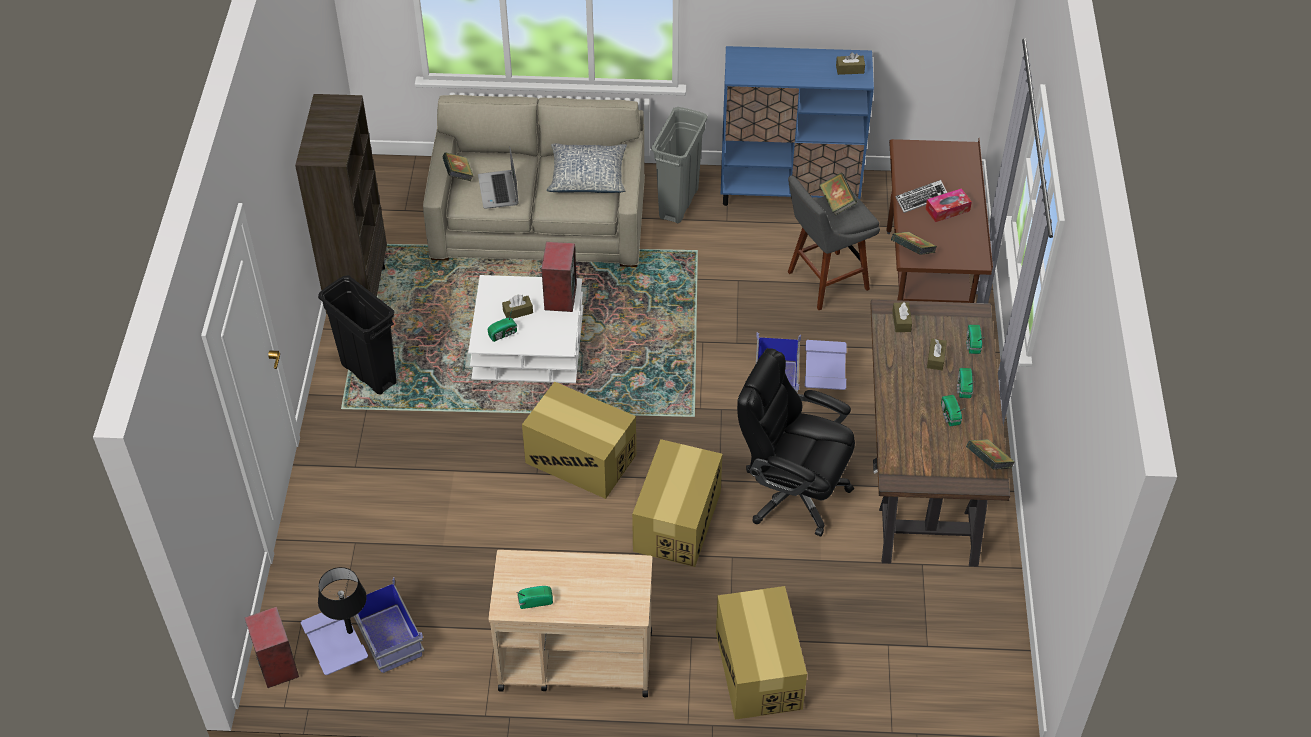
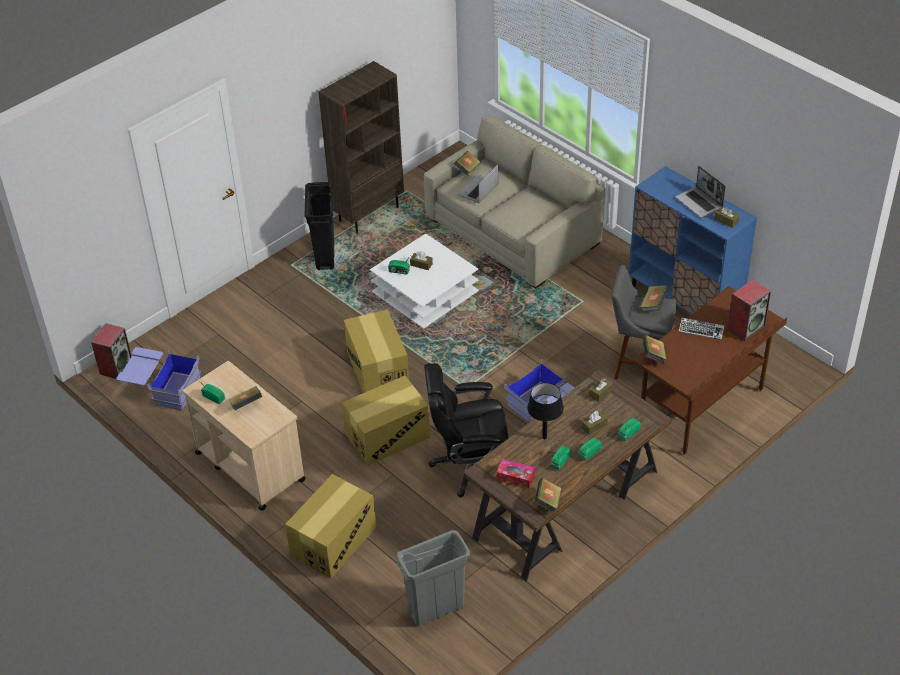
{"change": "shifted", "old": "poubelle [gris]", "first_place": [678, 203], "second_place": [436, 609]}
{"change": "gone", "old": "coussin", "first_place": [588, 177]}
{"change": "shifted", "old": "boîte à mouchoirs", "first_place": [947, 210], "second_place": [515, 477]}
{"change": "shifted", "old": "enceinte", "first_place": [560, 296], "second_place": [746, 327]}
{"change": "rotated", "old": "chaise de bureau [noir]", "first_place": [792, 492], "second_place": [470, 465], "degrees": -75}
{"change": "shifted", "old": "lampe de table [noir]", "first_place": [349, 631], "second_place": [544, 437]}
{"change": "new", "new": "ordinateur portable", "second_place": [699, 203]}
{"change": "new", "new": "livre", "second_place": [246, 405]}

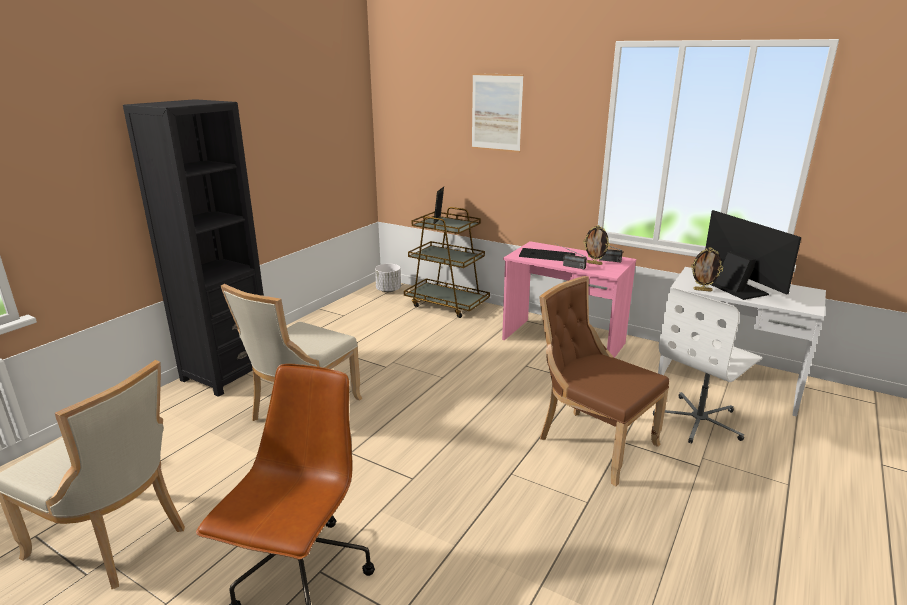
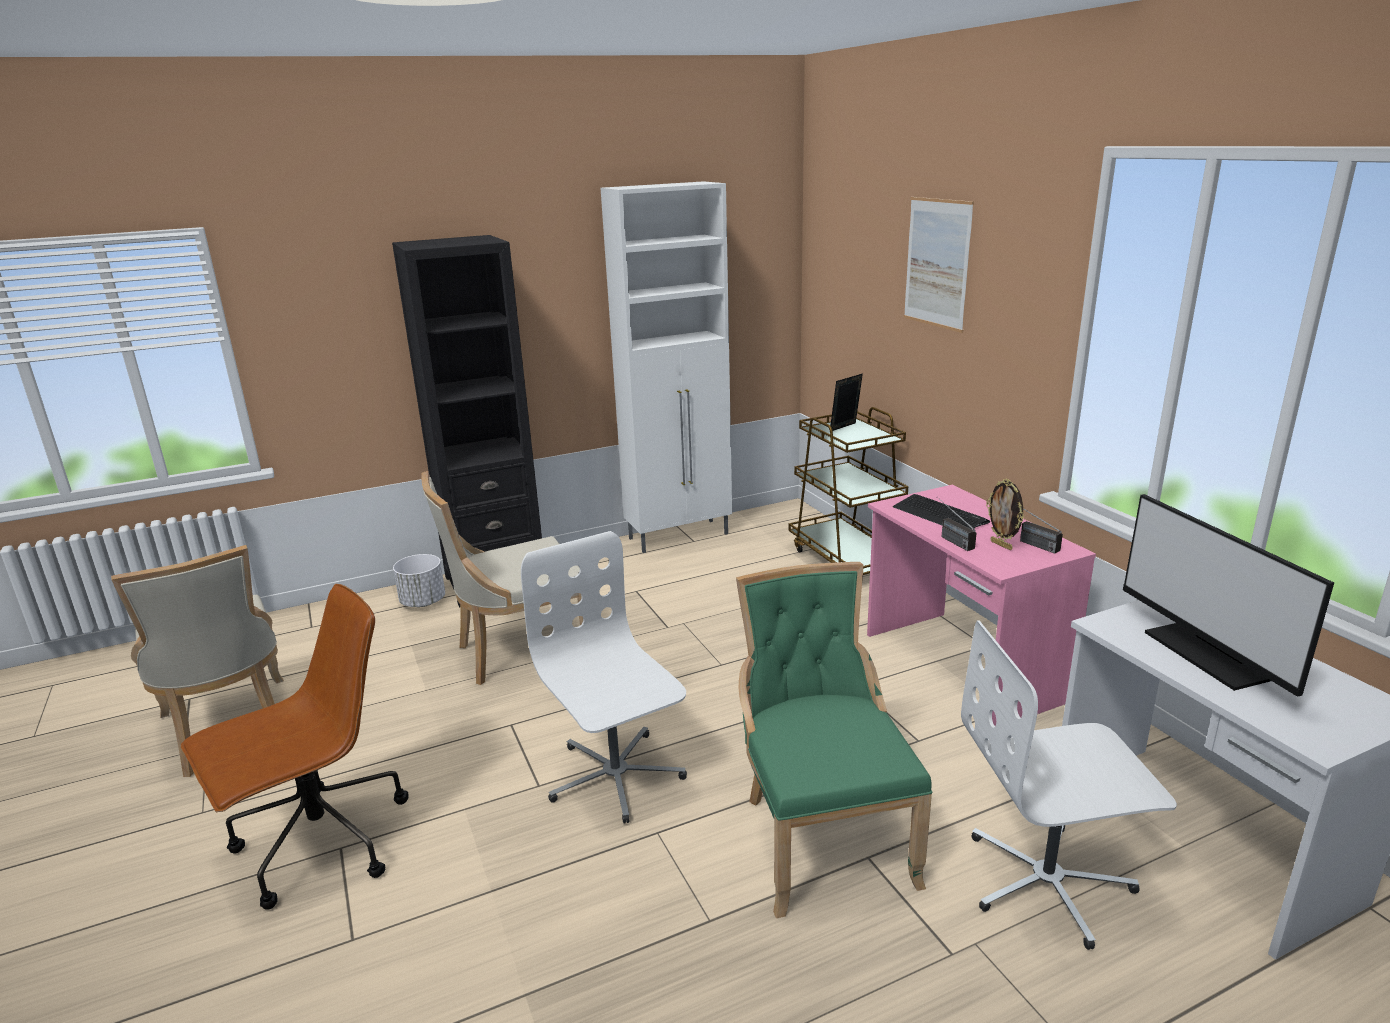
{"change": "rotated", "old": "écran d'ordinateur", "first_place": [734, 287], "second_place": [1211, 654], "degrees": 150}
{"change": "gone", "old": "cadre photo", "first_place": [702, 290]}
{"change": "shifted", "old": "cache-pot [blanc]", "first_place": [389, 290], "second_place": [423, 602]}
{"change": "repainted", "old": "chaise [marron]", "new": "chaise [vert]", "first_place": [592, 442], "second_place": [821, 838]}
{"change": "new", "new": "meuble de rangement [blanc]", "second_place": [680, 536]}
{"change": "new", "new": "chaise de bureau [blanc]", "second_place": [615, 776]}

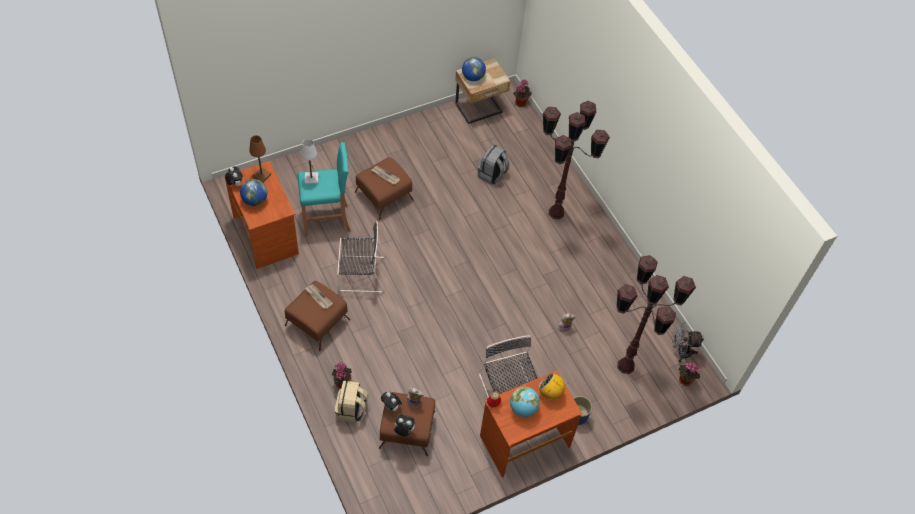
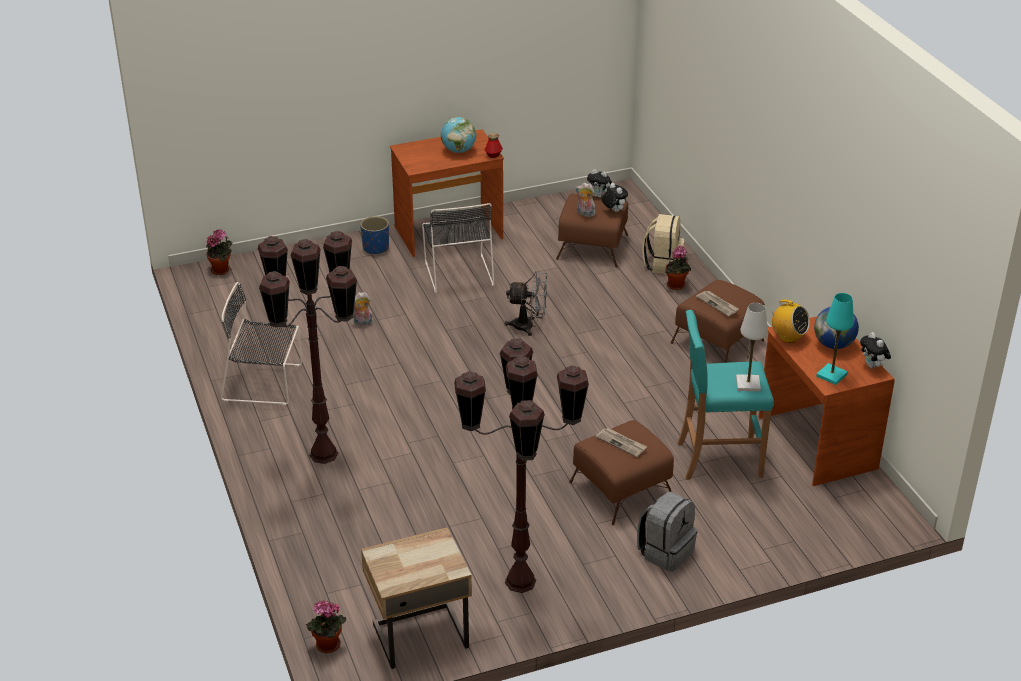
{"change": "gone", "old": "globe", "first_place": [473, 77]}
{"change": "repainted", "old": "lampe de table [marron]", "new": "lampe de table [turquoise]", "first_place": [261, 175], "second_place": [831, 375]}
{"change": "shifted", "old": "sac à dos [gris]", "first_place": [492, 175], "second_place": [665, 552]}
{"change": "shifted", "old": "chaise [noir]", "first_place": [360, 273], "second_place": [265, 383]}
{"change": "shifted", "old": "lampadaire [marron]", "first_place": [626, 365], "second_place": [520, 582]}
{"change": "shifted", "old": "ventilateur [gris]", "first_place": [680, 352], "second_place": [529, 326]}
{"change": "shifted", "old": "radio", "first_place": [550, 393], "second_place": [788, 337]}

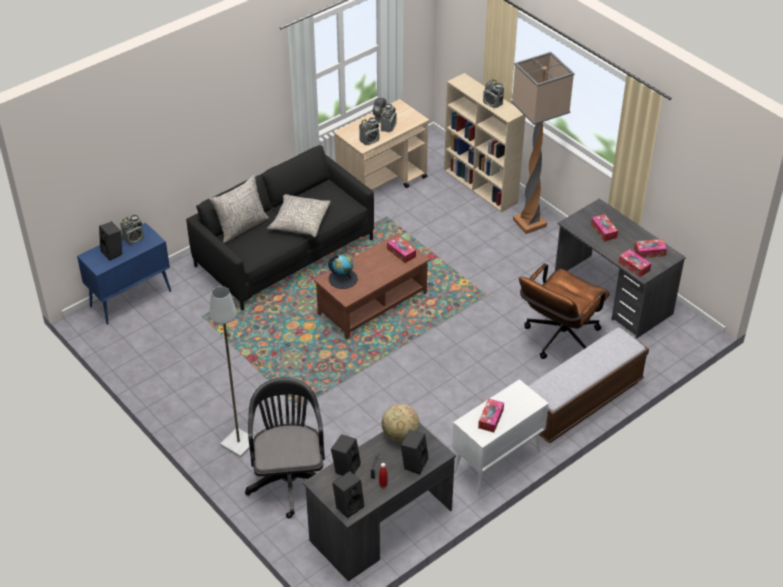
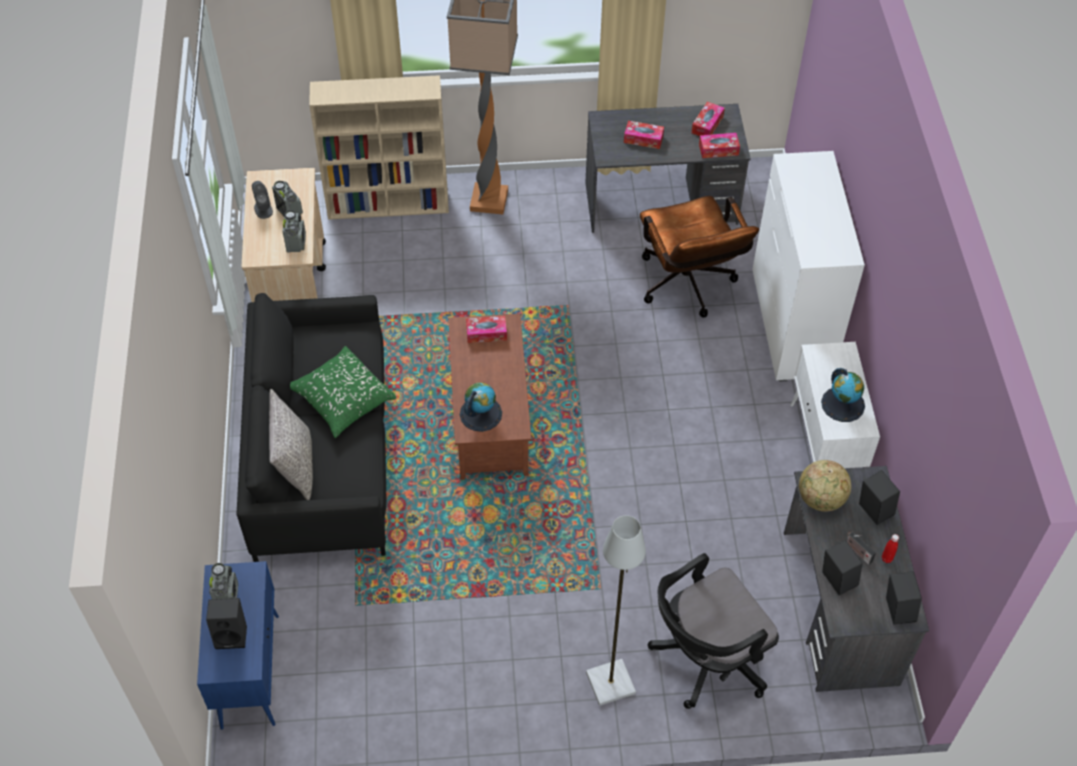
{"change": "gone", "old": "radio", "first_place": [493, 103]}
{"change": "repainted", "old": "coussin [gris]", "new": "coussin [vert]", "first_place": [300, 221], "second_place": [342, 399]}
{"change": "swapped", "old": "banc", "new": "commode [blanc]", "first_place": [582, 402], "second_place": [791, 323]}
{"change": "rotated", "old": "chaise de bureau [noir]", "first_place": [289, 478], "second_place": [705, 659], "degrees": -60}
{"change": "swapped", "old": "boîte à mouchoirs", "new": "globe", "first_place": [490, 419], "second_place": [843, 404]}

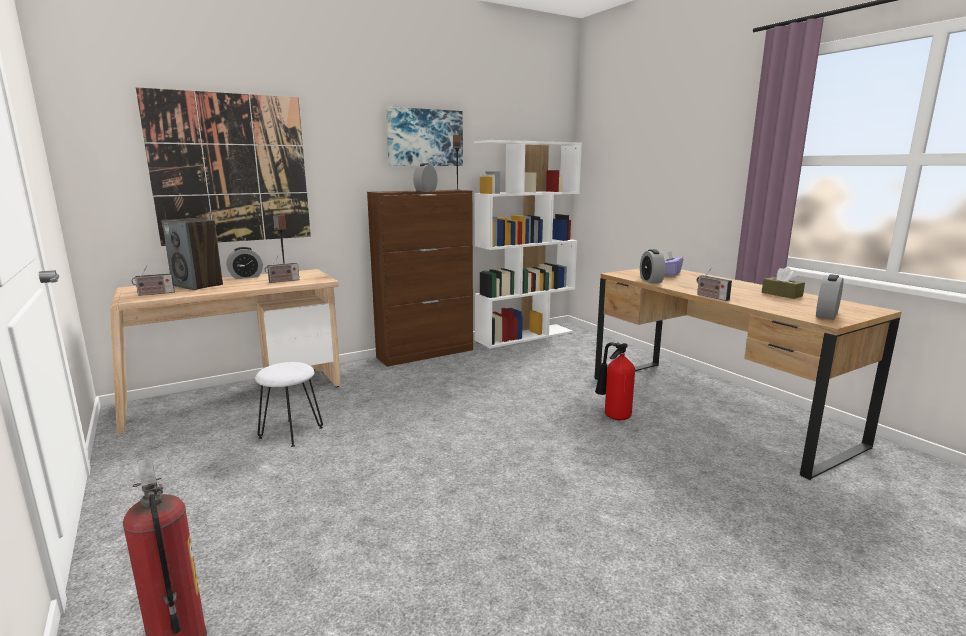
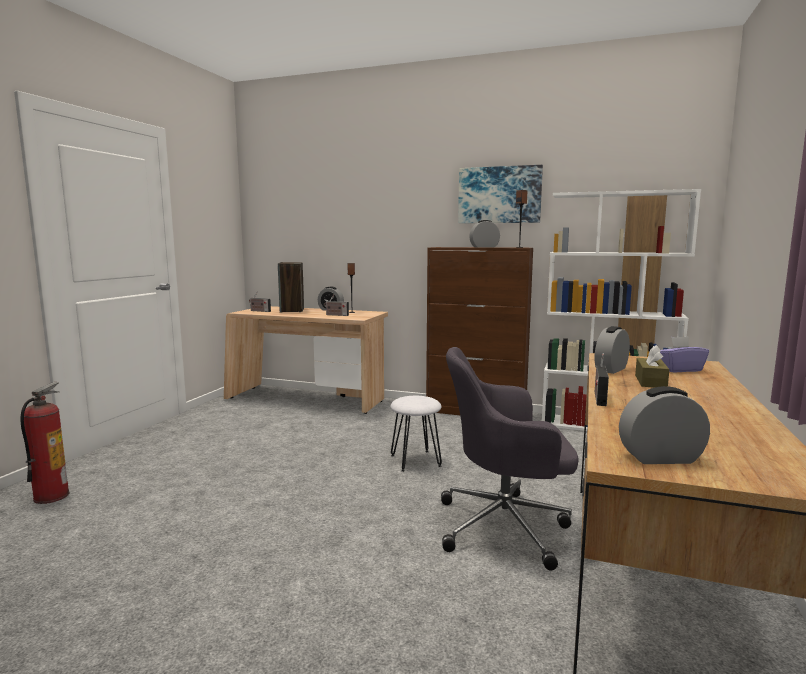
{"change": "gone", "old": "tableau", "first_place": [231, 169]}
{"change": "shifted", "old": "boîte à mouchoirs [marron]", "first_place": [781, 294], "second_place": [650, 381]}
{"change": "swapped", "old": "extincteur", "new": "chaise de bureau [gris]", "first_place": [613, 417], "second_place": [506, 526]}
{"change": "shifted", "old": "tabouret [blanc]", "first_place": [290, 433], "second_place": [415, 461]}

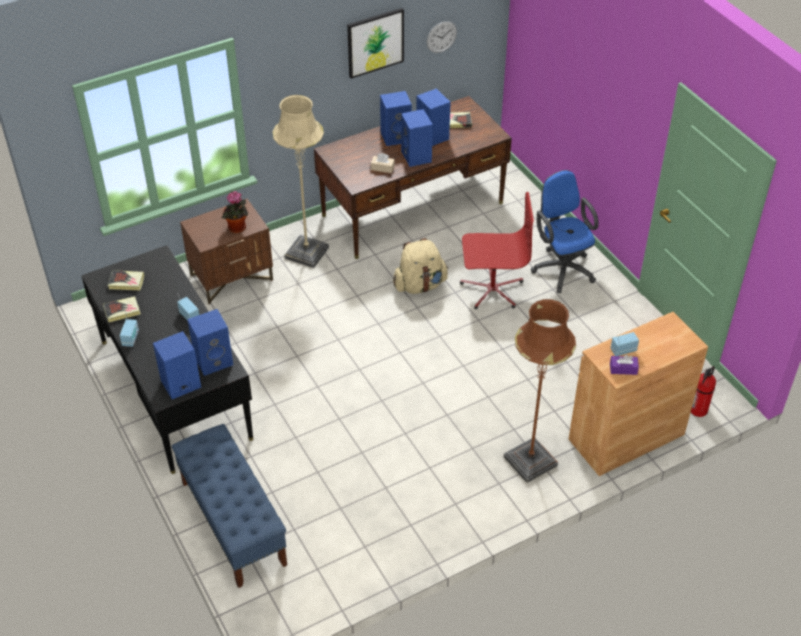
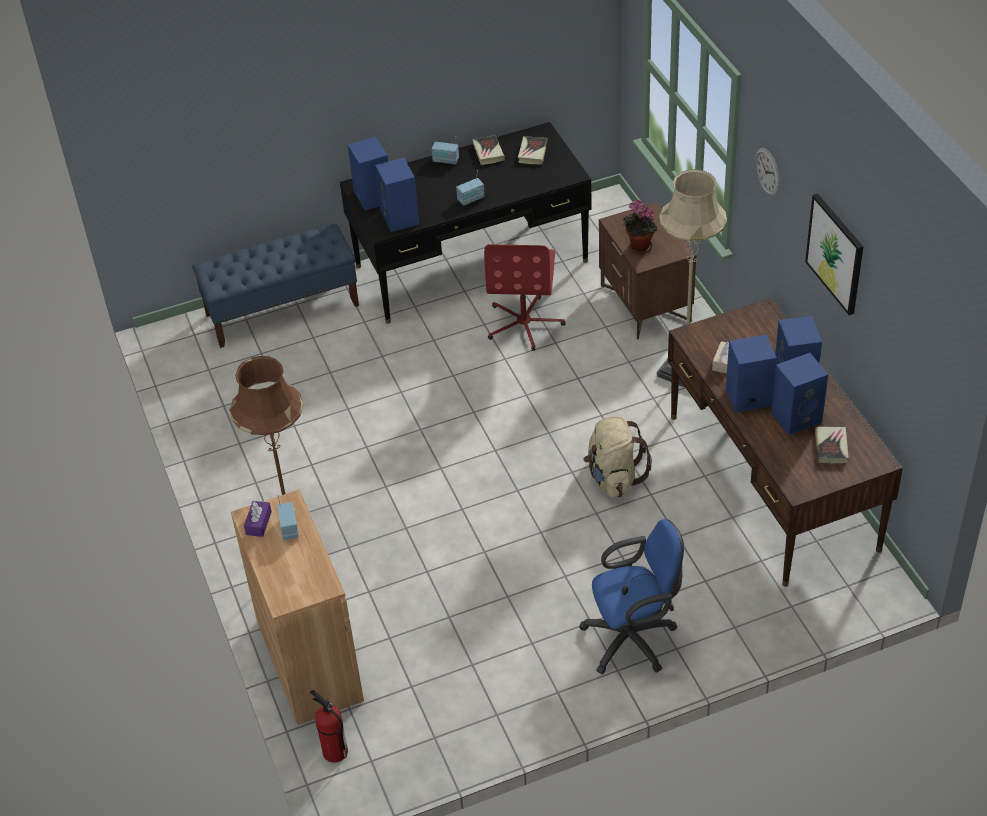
{"change": "shifted", "old": "horloge murale", "first_place": [441, 37], "second_place": [767, 172]}
{"change": "shifted", "old": "chaise de bureau [rouge]", "first_place": [492, 289], "second_place": [524, 323]}

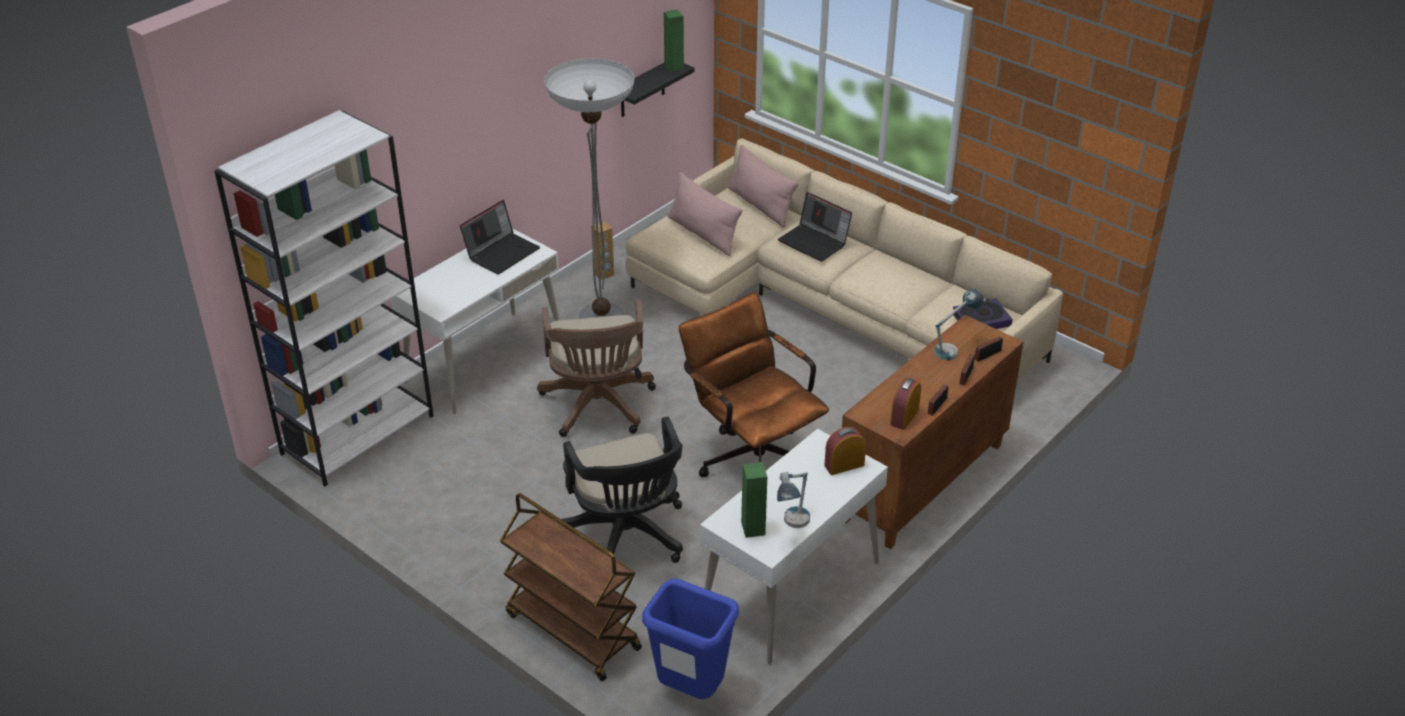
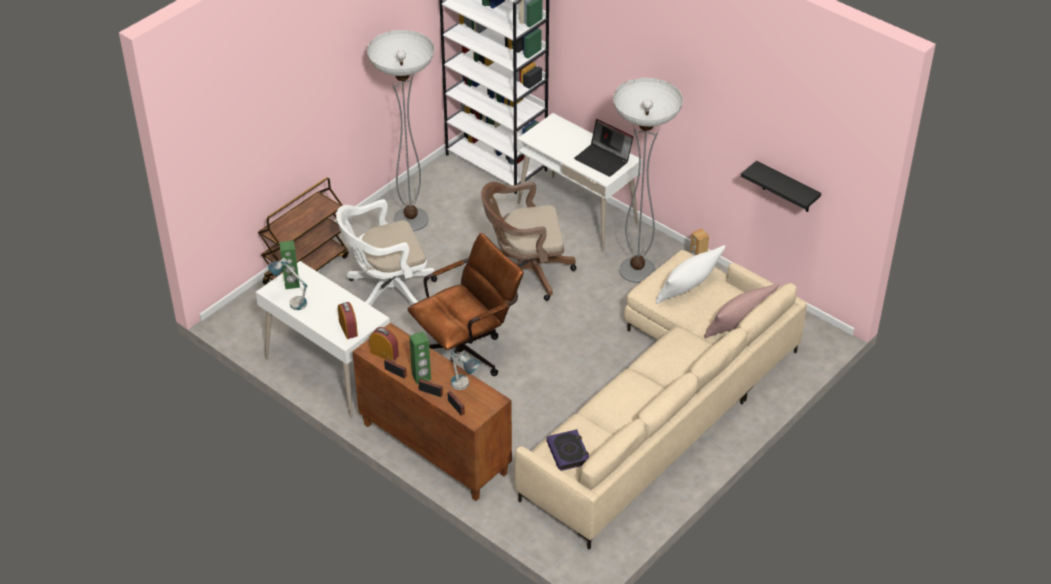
{"change": "shifted", "old": "enceinte [vert]", "first_place": [674, 67], "second_place": [421, 377]}
{"change": "repainted", "old": "coussin [rose]", "new": "coussin [blanc]", "first_place": [703, 234], "second_place": [688, 288]}
{"change": "gone", "old": "ordinateur portable", "first_place": [814, 242]}
{"change": "repainted", "old": "chaise de bureau [noir]", "new": "chaise de bureau [blanc]", "first_place": [627, 538], "second_place": [386, 291]}
{"change": "gone", "old": "poubelle [bleu]", "first_place": [690, 691]}
{"change": "new", "new": "lampadaire", "second_place": [411, 219]}

